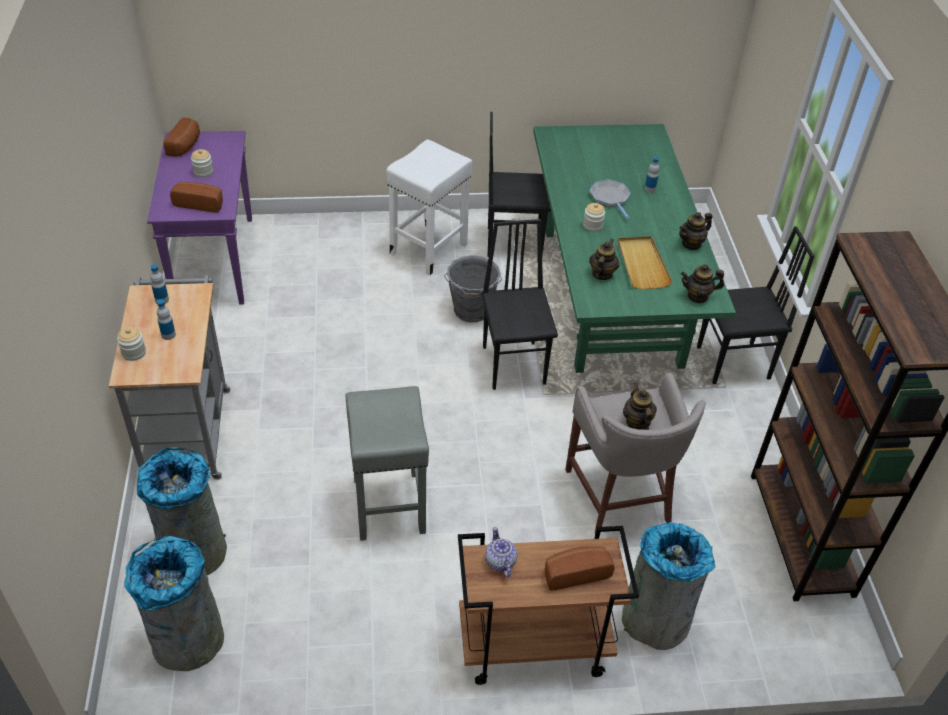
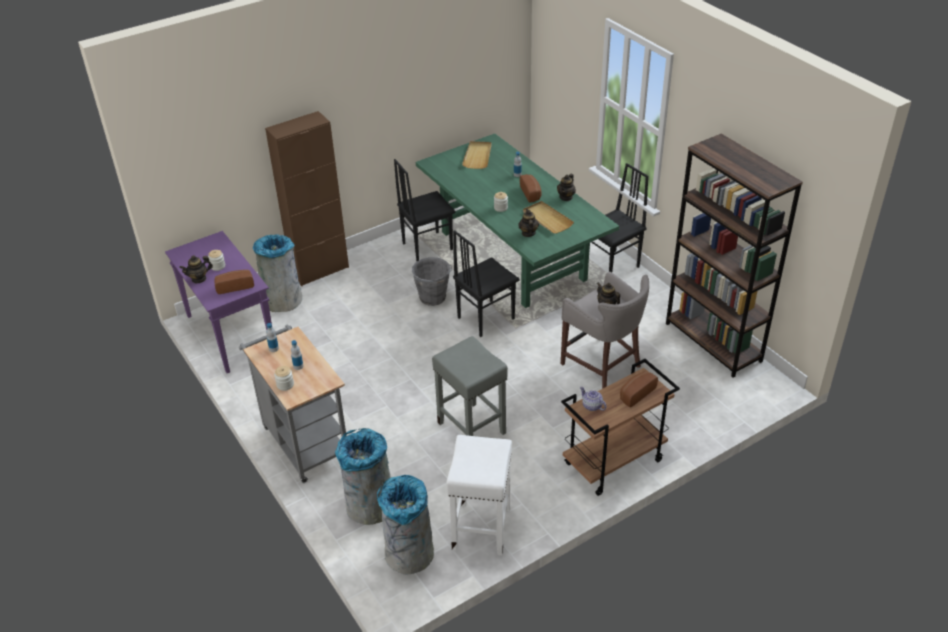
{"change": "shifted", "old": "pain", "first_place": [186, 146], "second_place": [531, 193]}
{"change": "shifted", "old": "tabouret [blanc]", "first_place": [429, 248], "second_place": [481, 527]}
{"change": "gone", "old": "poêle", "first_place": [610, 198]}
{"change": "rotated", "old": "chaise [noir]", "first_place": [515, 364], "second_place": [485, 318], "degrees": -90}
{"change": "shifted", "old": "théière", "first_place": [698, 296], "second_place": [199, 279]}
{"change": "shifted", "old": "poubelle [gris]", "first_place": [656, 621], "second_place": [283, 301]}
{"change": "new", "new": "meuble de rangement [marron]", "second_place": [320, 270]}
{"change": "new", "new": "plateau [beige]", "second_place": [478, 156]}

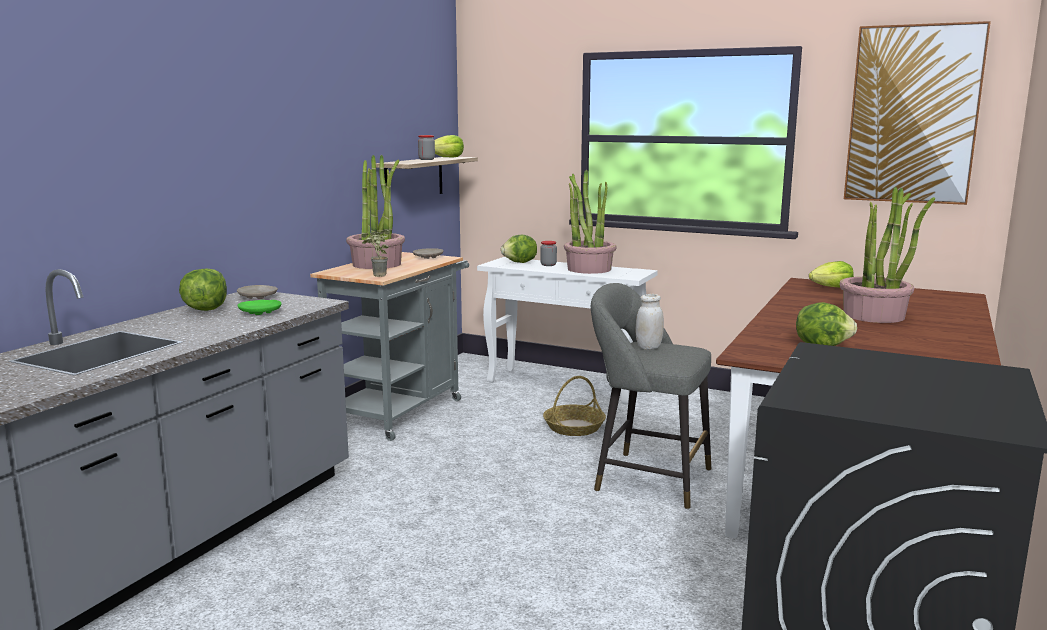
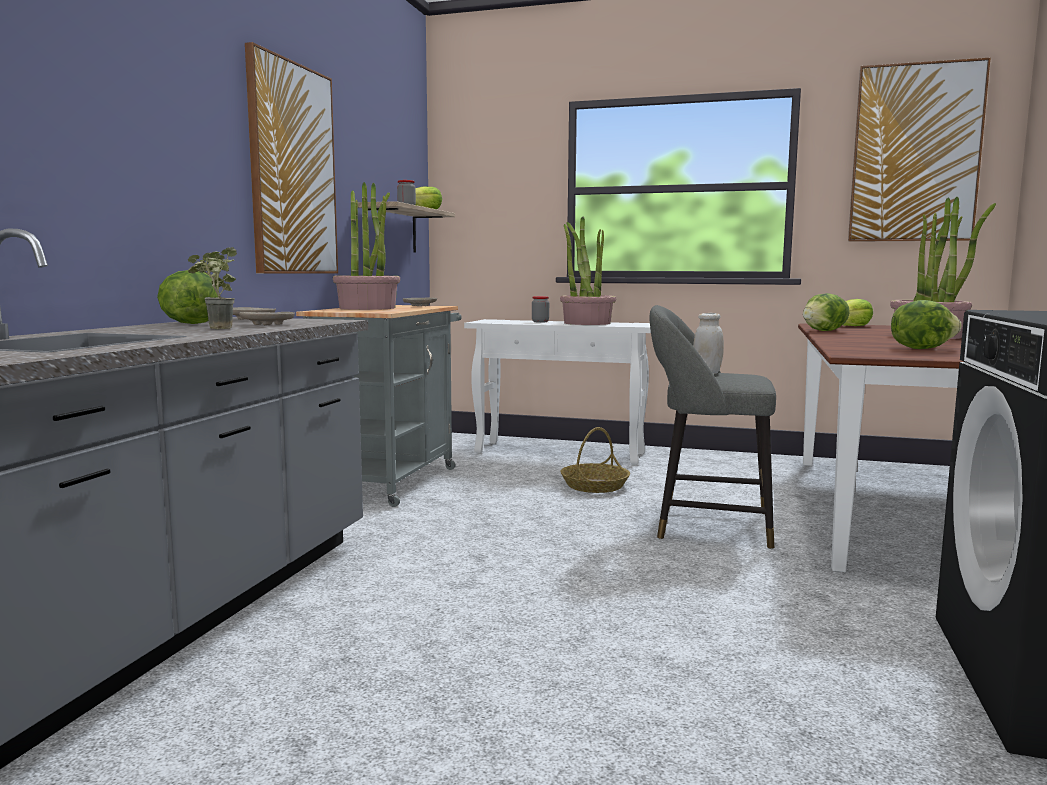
{"change": "shifted", "old": "plante en pot", "first_place": [376, 276], "second_place": [215, 329]}
{"change": "shifted", "old": "laitue", "first_place": [520, 263], "second_place": [824, 331]}
{"change": "repainted", "old": "assiette [vert]", "new": "assiette [beige]", "first_place": [260, 312], "second_place": [268, 324]}
{"change": "new", "new": "tableau", "second_place": [292, 170]}

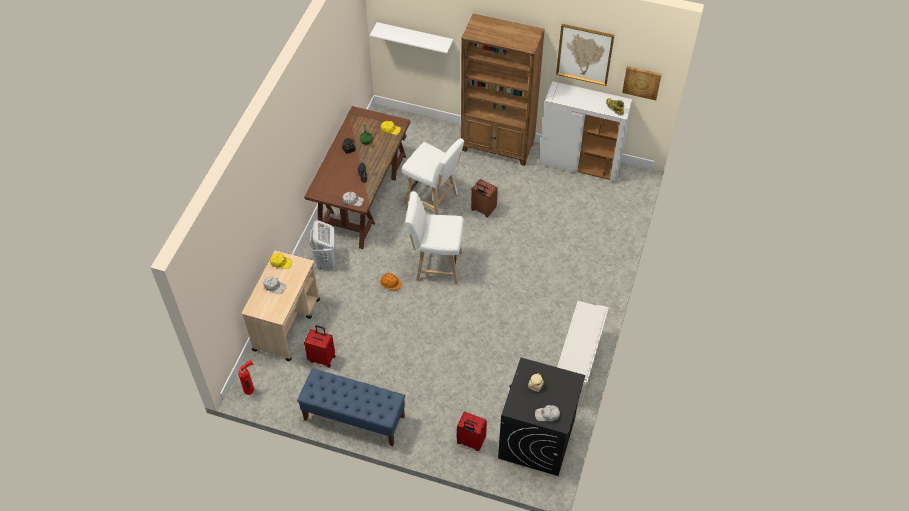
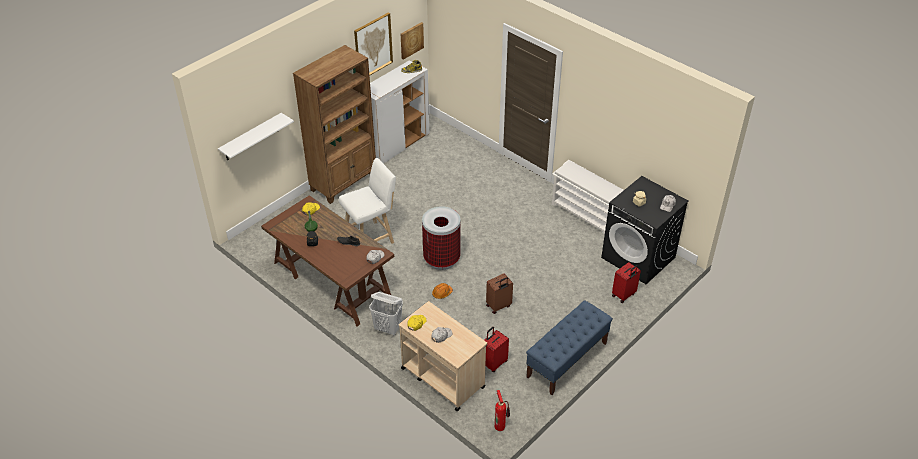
{"change": "shifted", "old": "valise [marron]", "first_place": [483, 210], "second_place": [499, 306]}
{"change": "swapped", "old": "tabouret [blanc]", "new": "poubelle", "first_place": [436, 265], "second_place": [441, 259]}

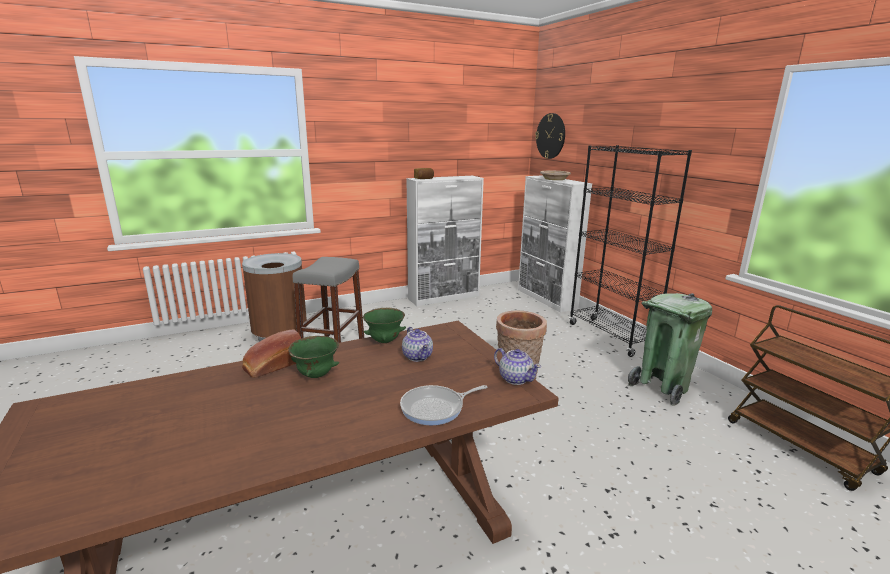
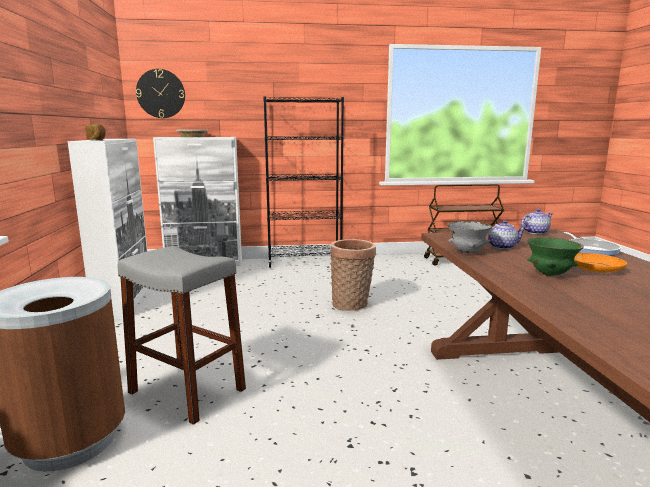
{"change": "gone", "old": "poubelle [vert]", "first_place": [662, 387]}
{"change": "repainted", "old": "bol [vert]", "new": "bol [gris]", "first_place": [385, 341], "second_place": [467, 252]}
{"change": "gone", "old": "pain", "first_place": [272, 366]}
{"change": "new", "new": "assiette [orange]", "second_place": [595, 268]}

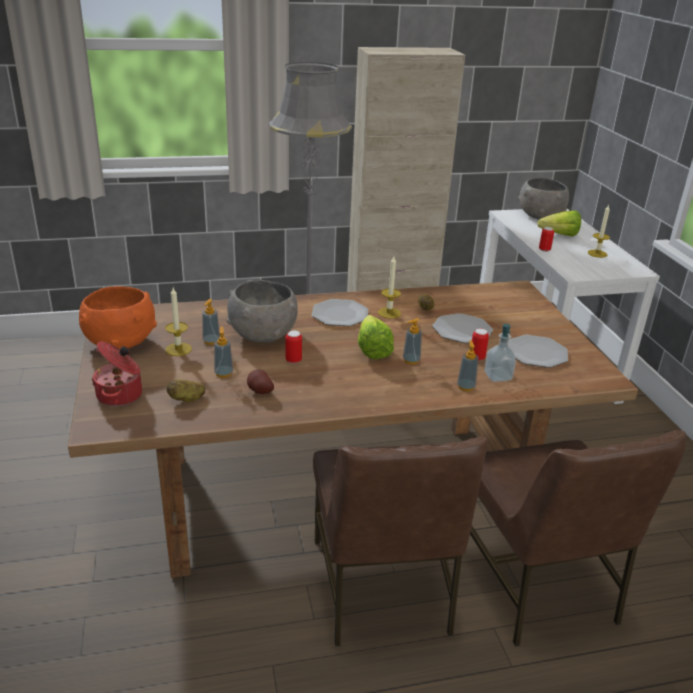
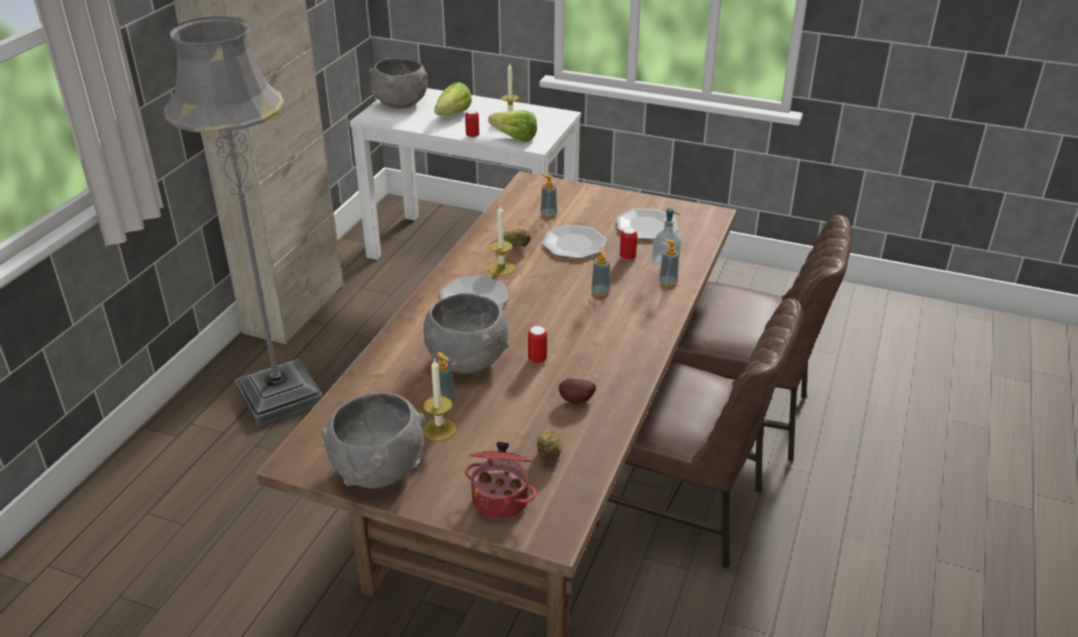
{"change": "repainted", "old": "bol [orange]", "new": "bol [gris]", "first_place": [120, 342], "second_place": [378, 470]}
{"change": "shifted", "old": "laitue", "first_place": [373, 348], "second_place": [511, 137]}
{"change": "shifted", "old": "distributeur de savon", "first_place": [223, 373], "second_place": [548, 215]}

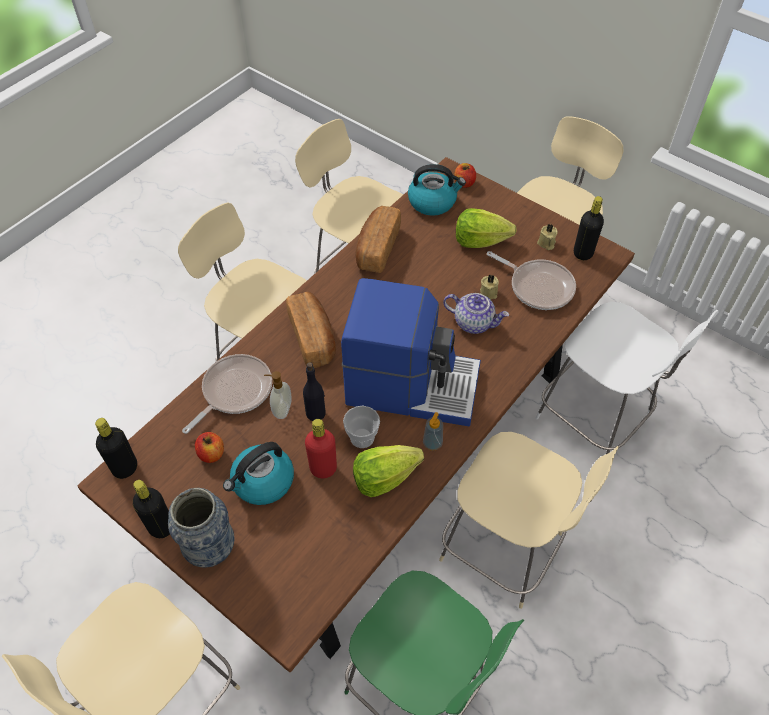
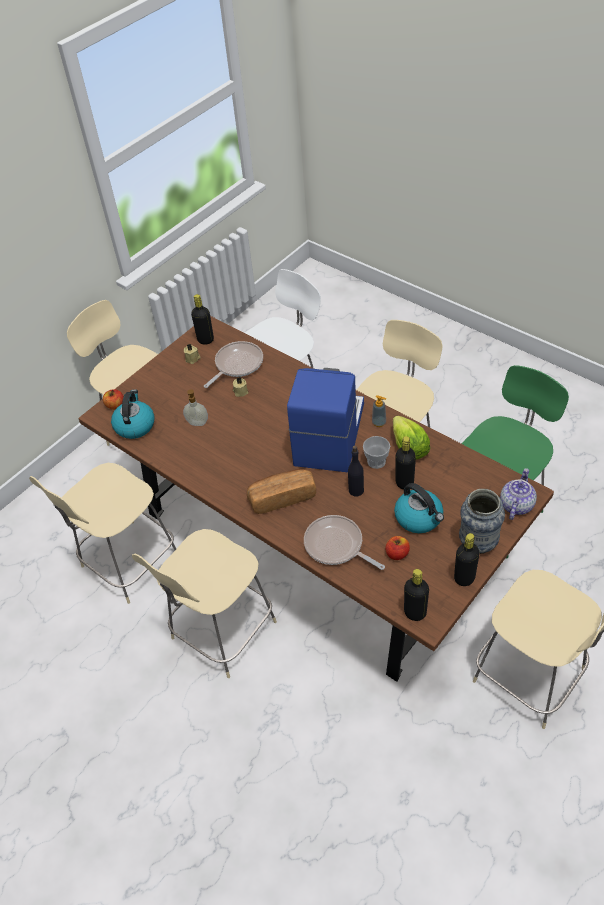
{"change": "gone", "old": "pain", "first_place": [377, 248]}
{"change": "gone", "old": "laitue", "first_place": [480, 240]}
{"change": "shifted", "old": "théière", "first_place": [474, 322], "second_place": [516, 505]}
{"change": "shifted", "old": "distributeur de savon", "first_place": [281, 410], "second_place": [197, 423]}
{"change": "repainted", "old": "bouteille [rouge]", "new": "bouteille [noir]", "first_place": [323, 468], "second_place": [404, 482]}

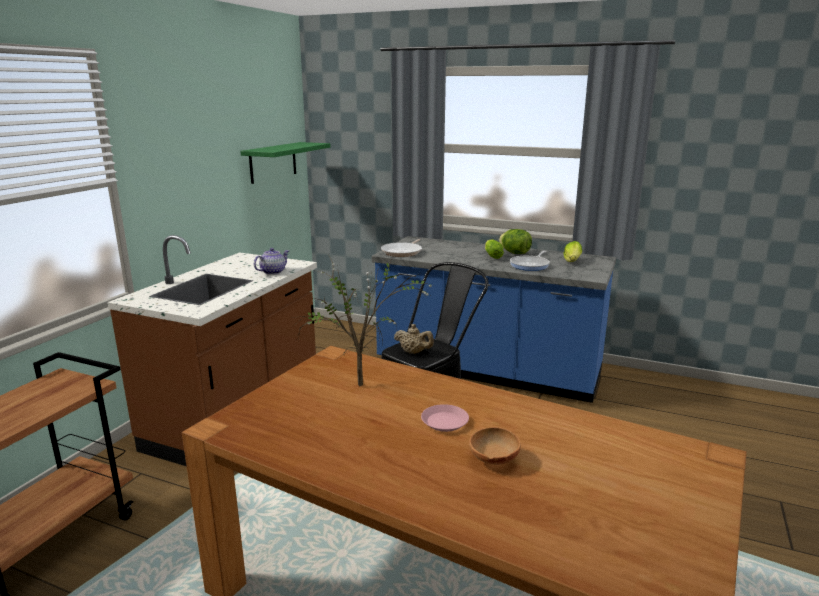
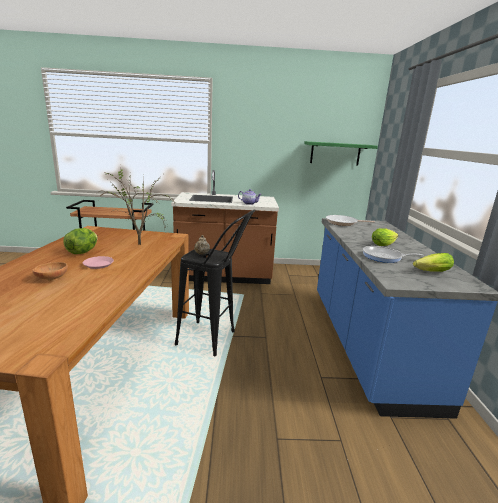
{"change": "shifted", "old": "laitue", "first_place": [515, 253], "second_place": [82, 252]}

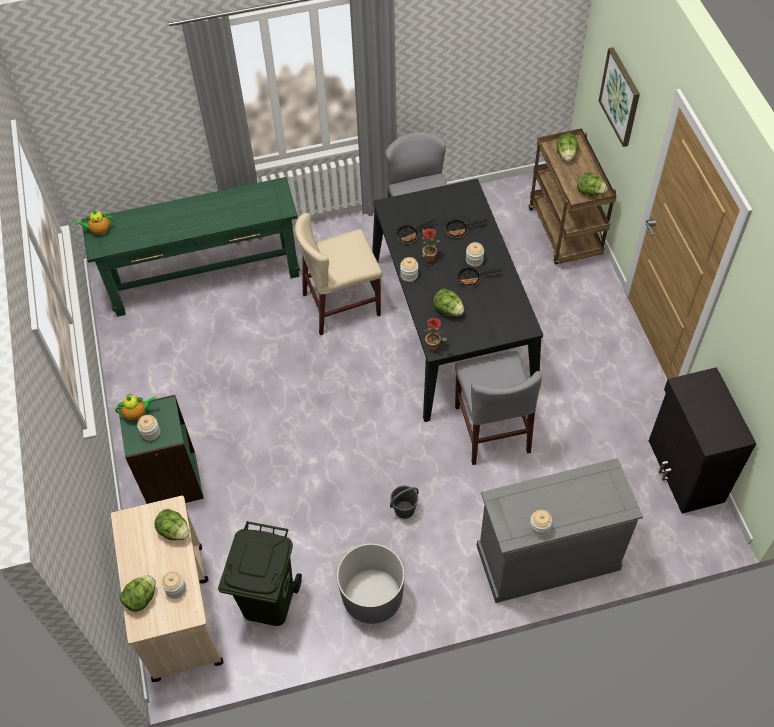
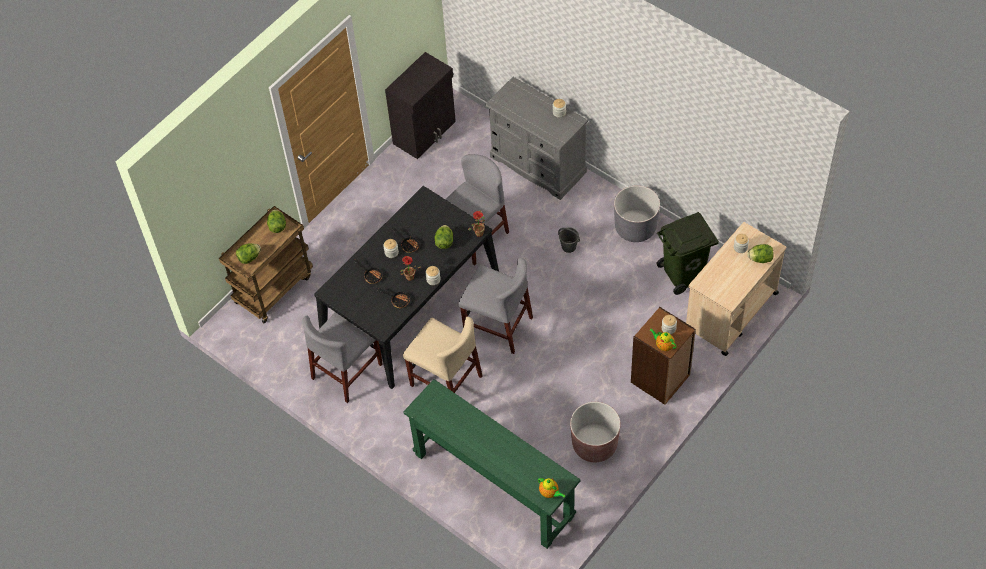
{"change": "gone", "old": "tableau", "first_place": [620, 97]}
{"change": "repainted", "old": "bibliothèque [vert]", "new": "bibliothèque [marron]", "first_place": [172, 481], "second_place": [660, 379]}
{"change": "gone", "old": "laitue", "first_place": [174, 531]}
{"change": "new", "new": "chaise [gris]", "second_place": [498, 326]}
{"change": "new", "new": "cache-pot [marron]", "second_place": [594, 444]}

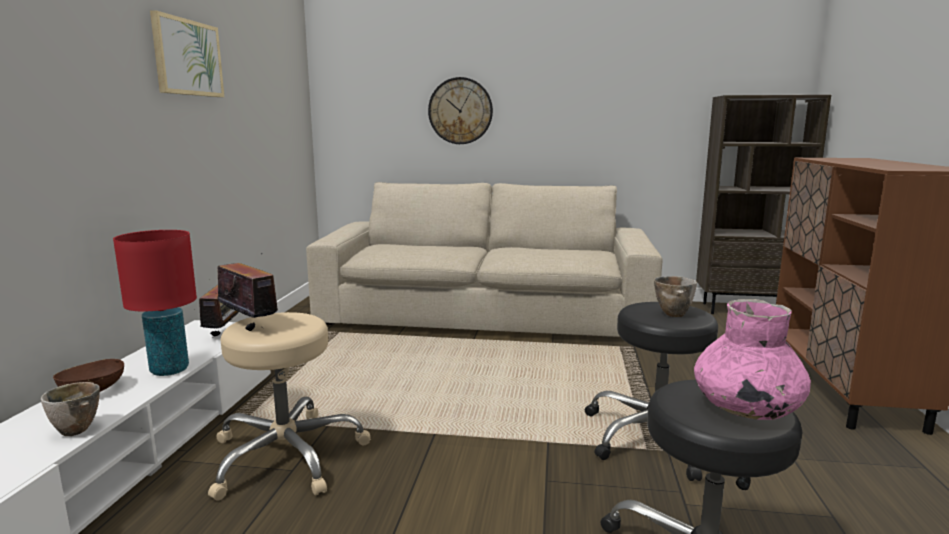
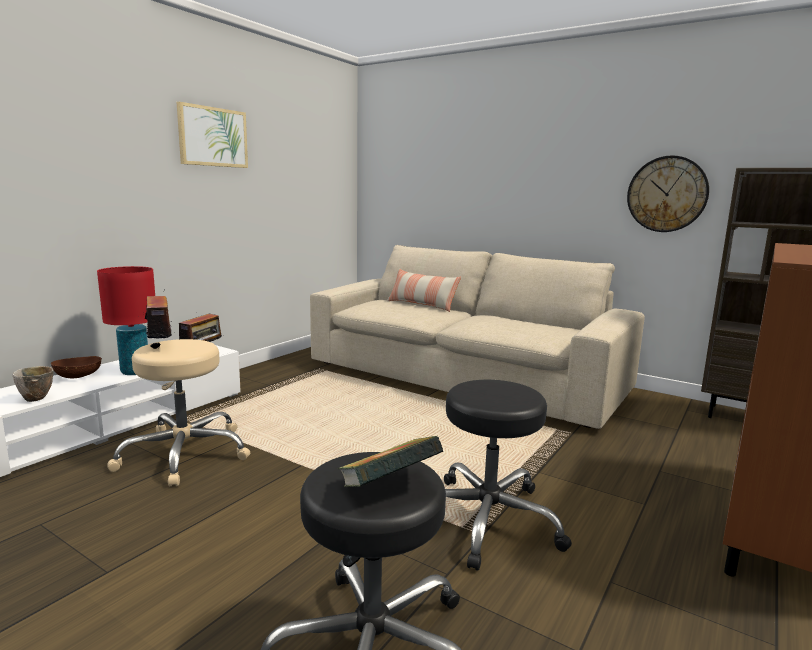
{"change": "shifted", "old": "horloge murale", "first_place": [460, 111], "second_place": [667, 194]}
{"change": "gone", "old": "bol", "first_place": [673, 314]}
{"change": "swapped", "old": "vase [rose]", "new": "livre", "first_place": [745, 408], "second_place": [388, 488]}
{"change": "new", "new": "coussin", "second_place": [421, 305]}

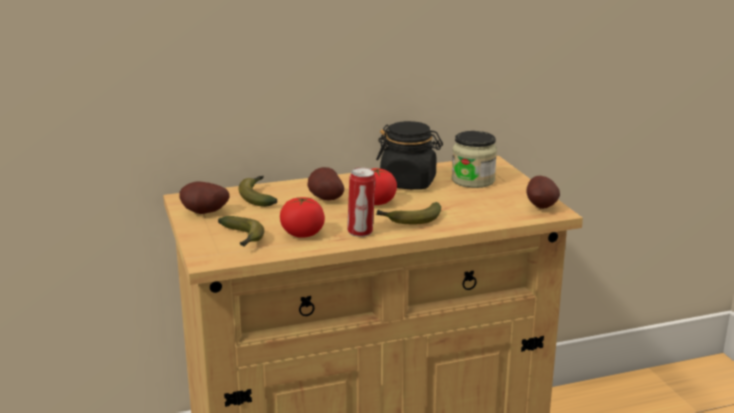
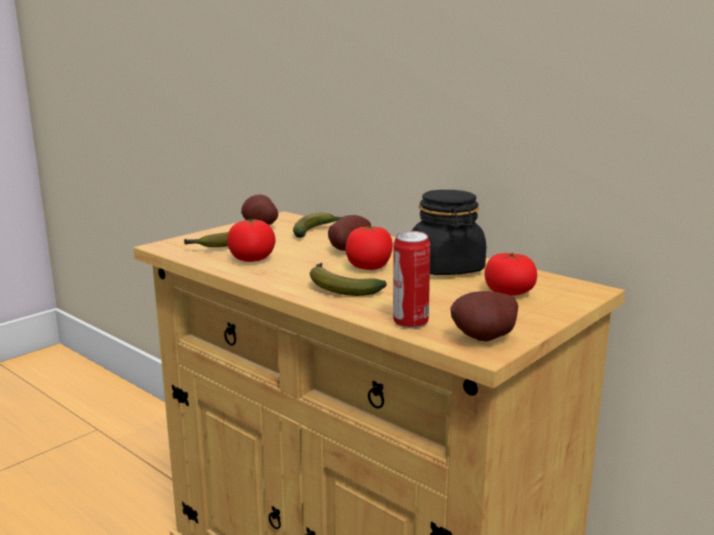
{"change": "swapped", "old": "bocal", "new": "tomate", "first_place": [473, 180], "second_place": [509, 292]}
{"change": "shifted", "old": "boîte métallique", "first_place": [361, 232], "second_place": [410, 323]}

